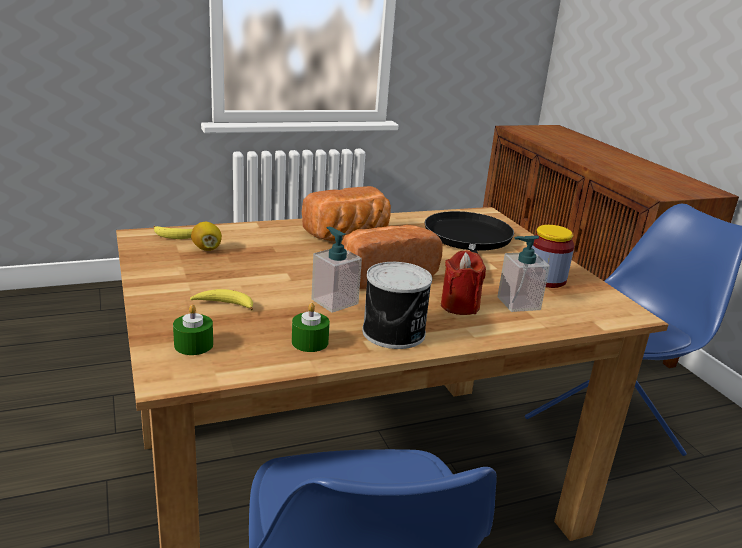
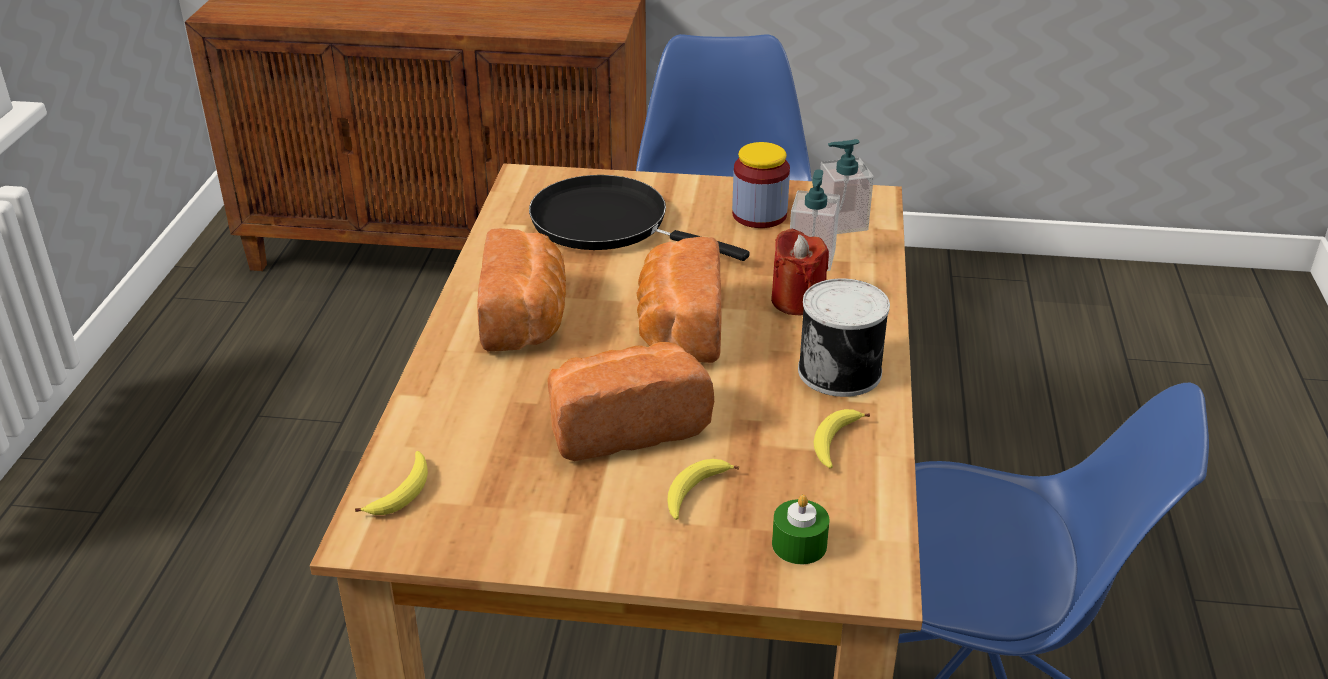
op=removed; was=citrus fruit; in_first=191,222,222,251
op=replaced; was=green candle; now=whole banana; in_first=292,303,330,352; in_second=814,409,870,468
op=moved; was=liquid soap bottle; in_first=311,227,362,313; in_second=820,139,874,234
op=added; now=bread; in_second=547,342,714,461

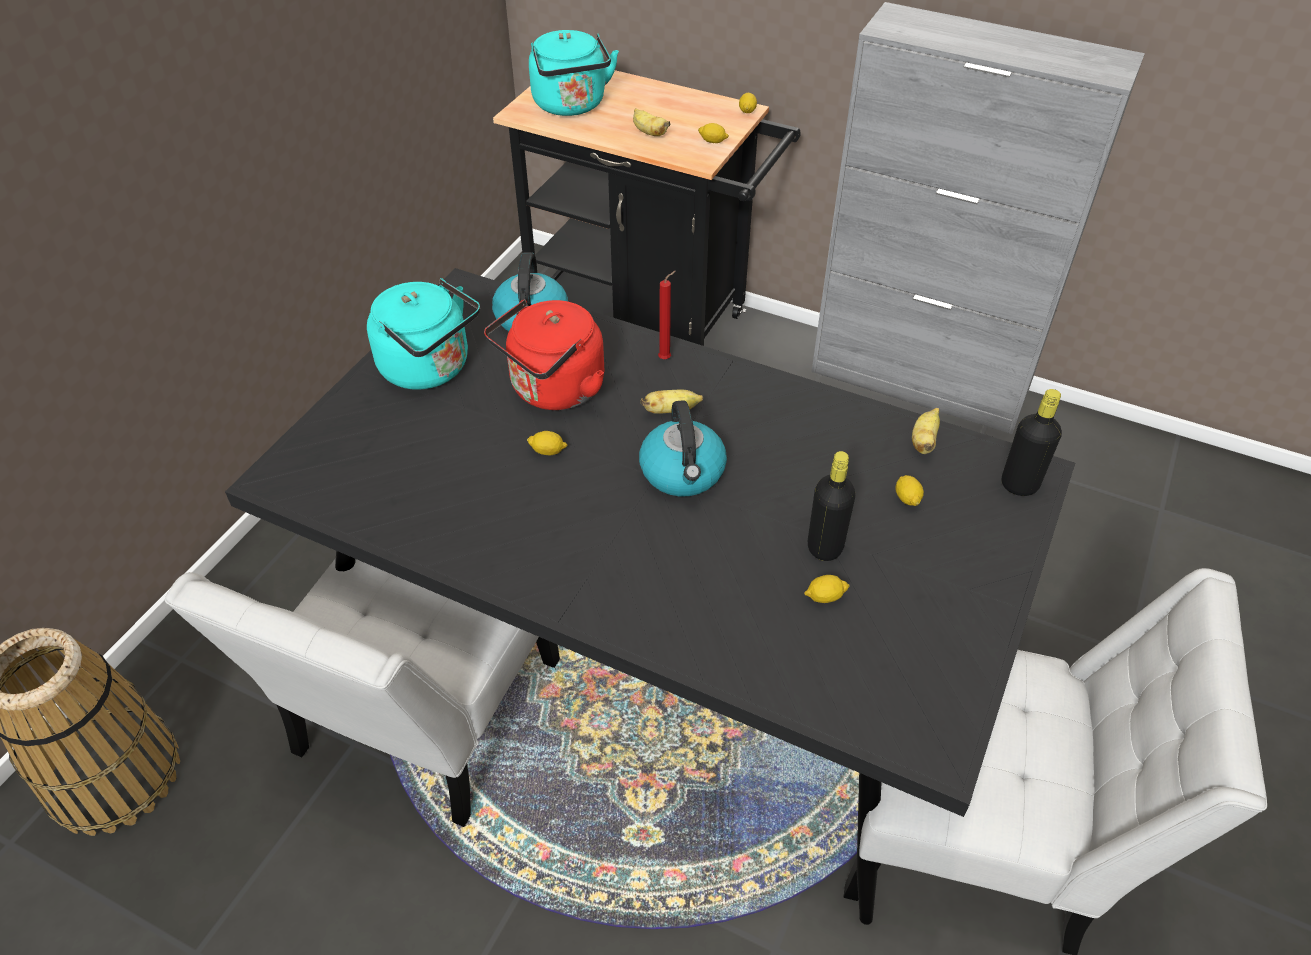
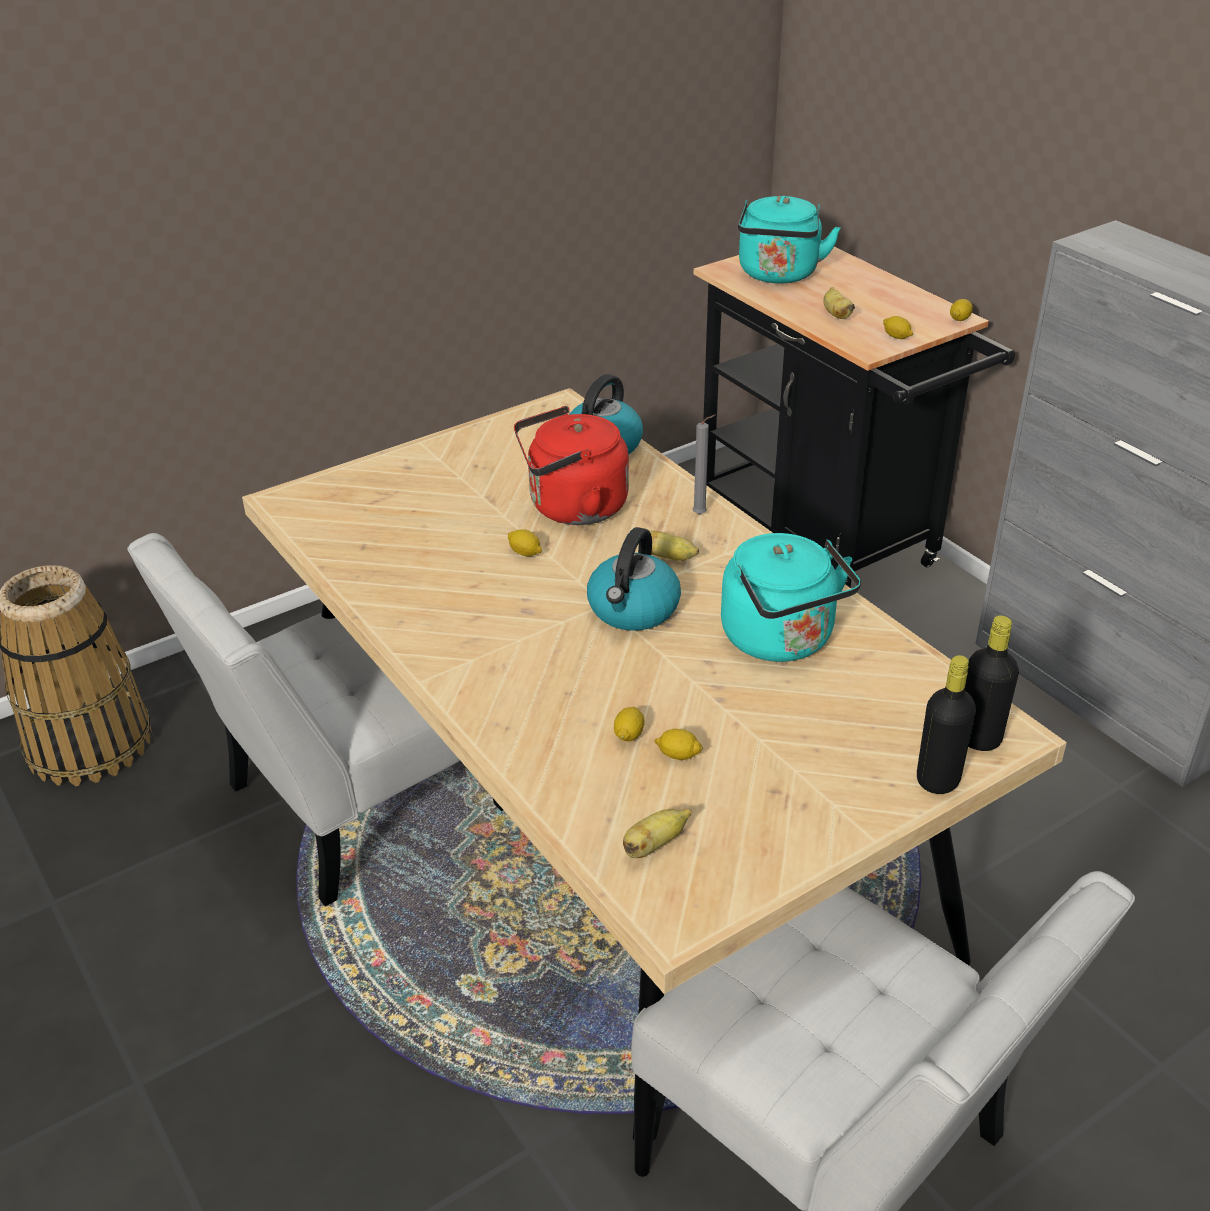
op=recoloured; was=blackish dining table; now=beige dining table; in_first=225,268,1075,925; in_second=242,388,1067,1177
op=moved; was=turquoise-coloured tea kettle; in_first=367,278,480,390; in_second=721,533,861,662
op=recoloured; was=reddish candle; now=grey candle; in_first=658,271,676,359; in_second=693,415,715,515
op=moved; was=blackish drink bottle; in_first=808,451,855,561; in_second=917,655,976,794
op=moved; was=citrus fruit; in_first=895,475,924,506; in_second=614,707,644,741
op=moved; was=whole banana; in_first=912,408,940,454; in_second=623,809,691,858

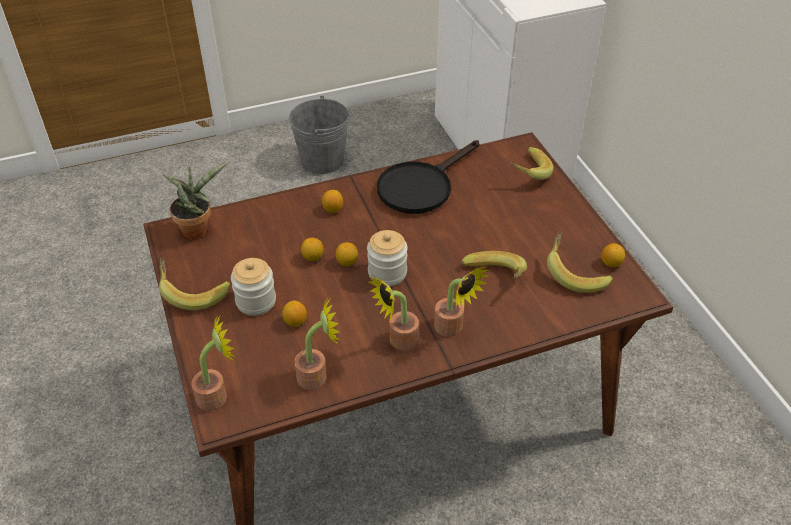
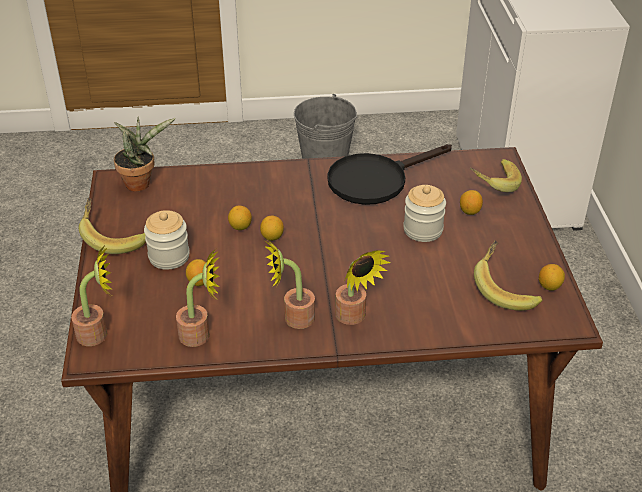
op=moved; was=citrus fruit; in_first=322,190,343,213; in_second=460,190,483,215
op=moved; was=preserve jar; in_first=367,230,408,286; in_second=403,185,446,242
op=removed; was=whole banana; in_first=461,251,527,279

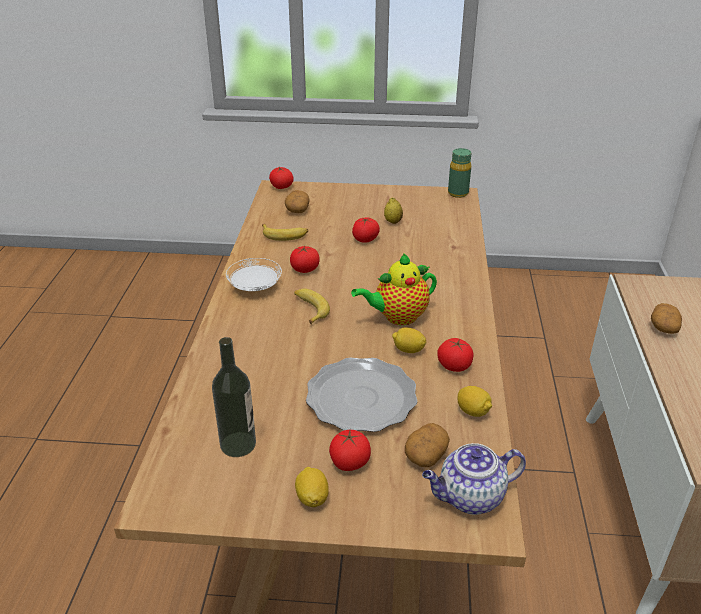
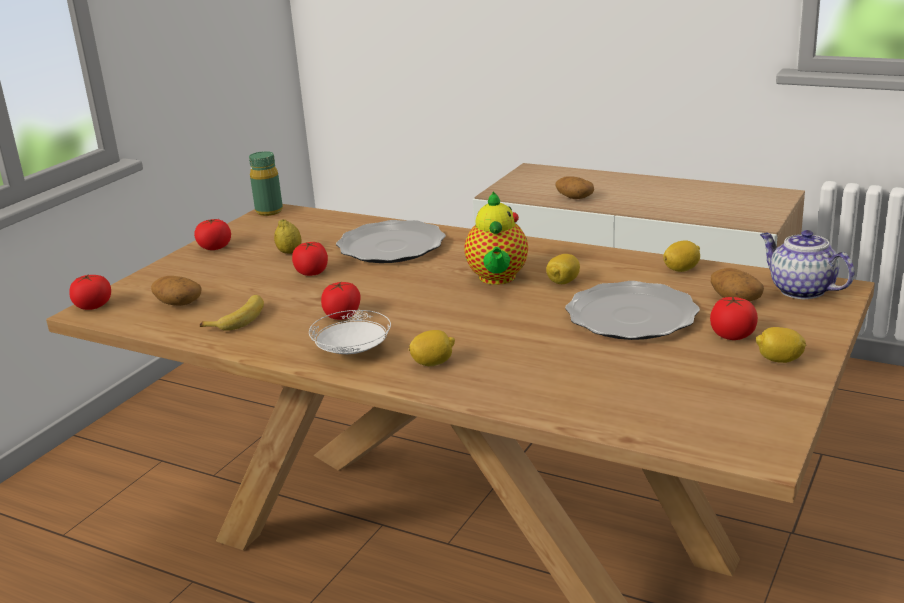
op=removed; was=drink bottle; in_first=212,337,256,457
op=removed; was=whole banana; in_first=294,288,330,324
op=turned; was=teapot; in_first=422,443,526,515; in_second=760,230,855,299; clockwise=135
op=moved; was=fresh tomato; in_first=437,338,474,372; in_second=194,219,231,250
op=added; now=dinner plate; in_second=336,220,446,263
op=added; now=citrus fruit; in_second=409,330,455,366

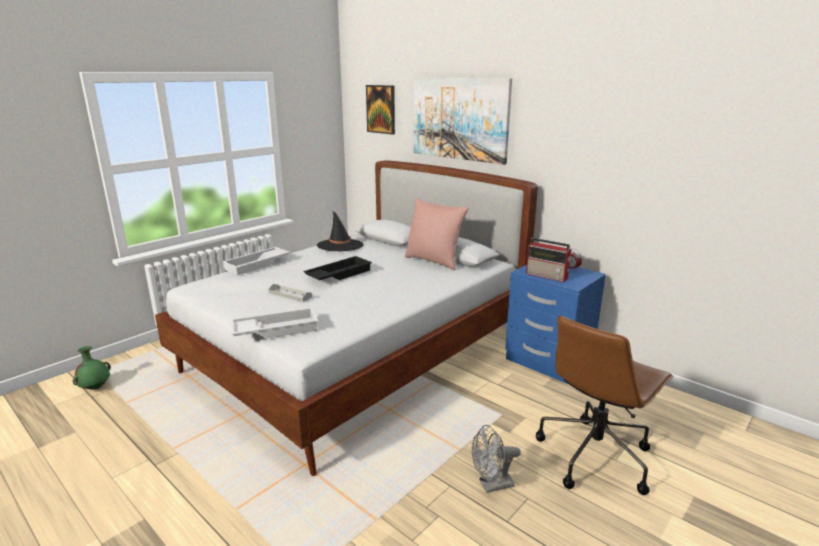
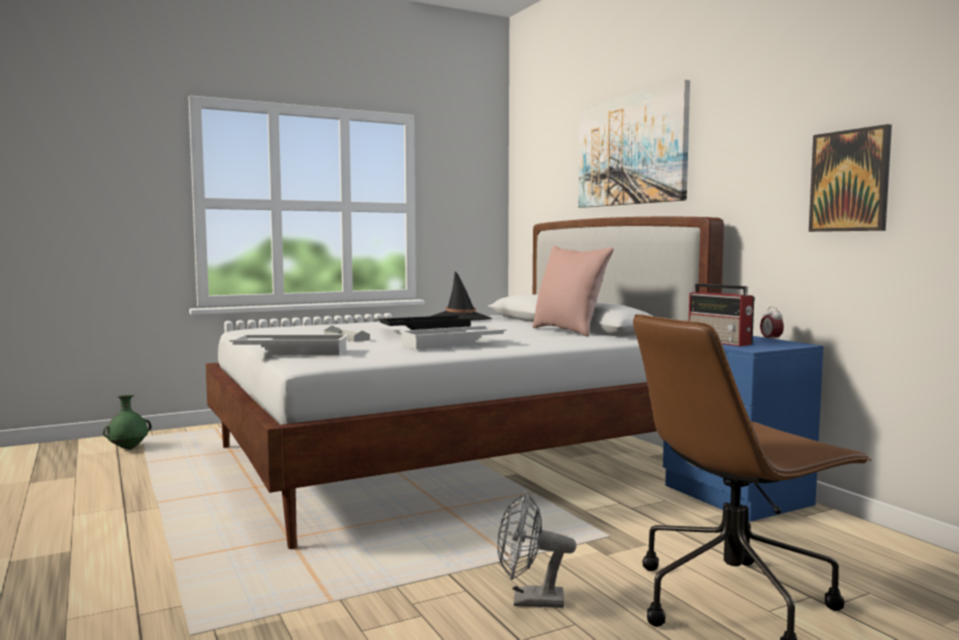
op=moved; was=whitish tray; in_first=222,247,290,275; in_second=399,326,507,350
op=moved; was=picture; in_first=366,85,395,134; in_second=809,124,892,232

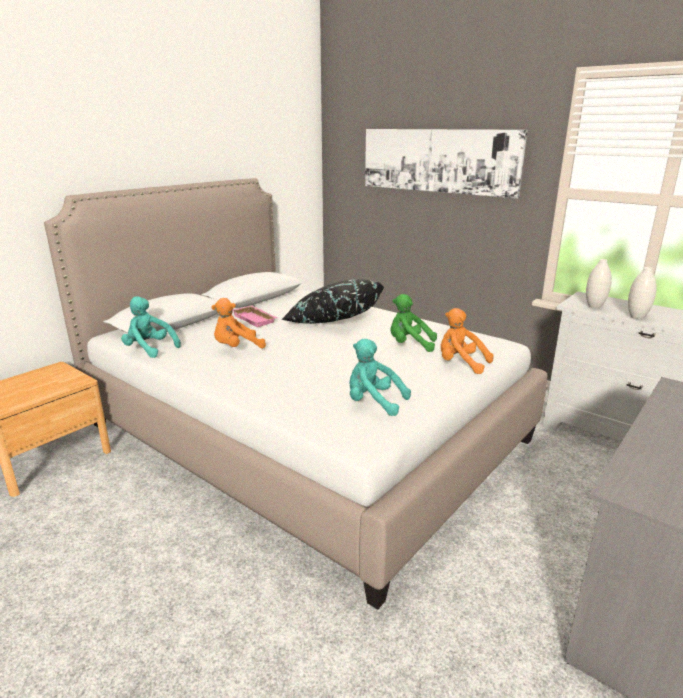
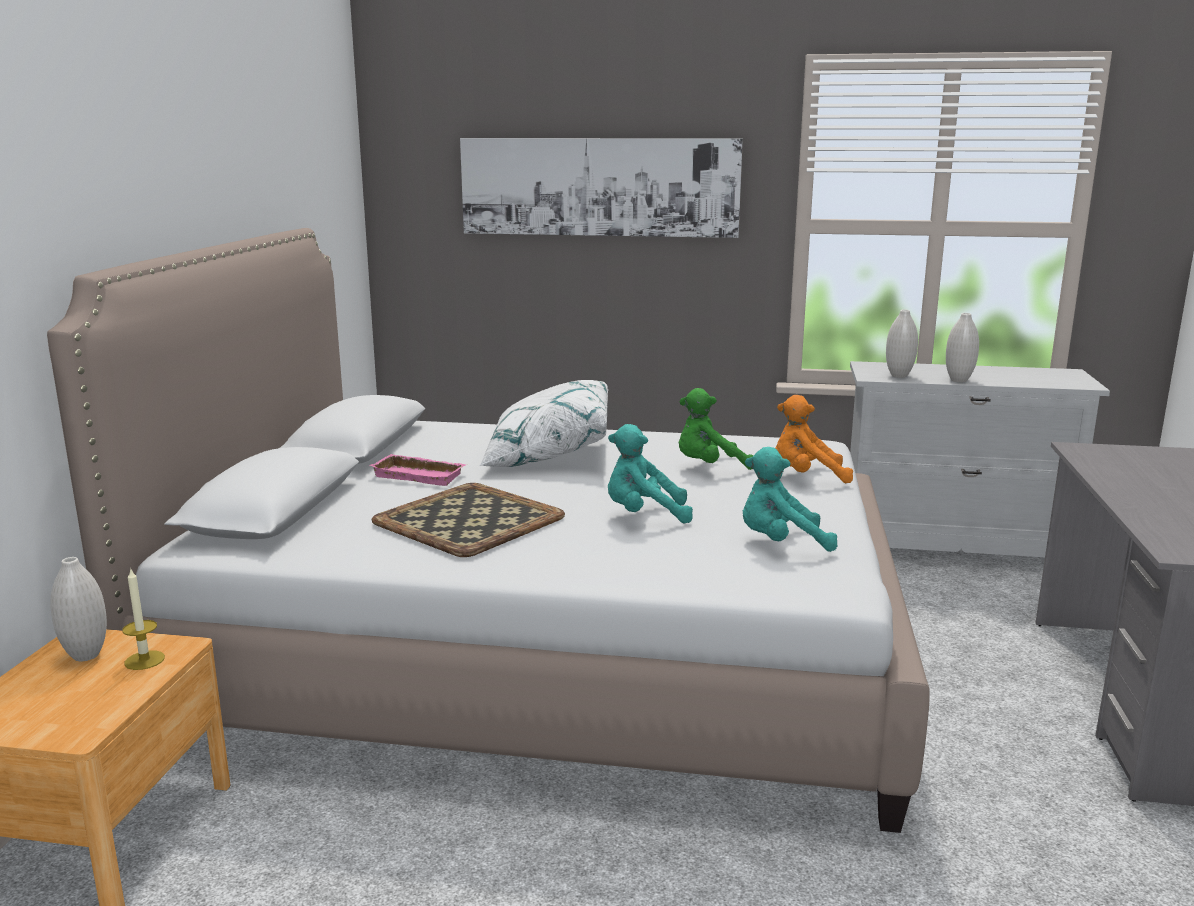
op=moved; was=turquoise-coloured soft toy; in_first=121,296,181,358; in_second=608,424,693,524
op=replaced; was=orange soft toy; now=tray; in_first=211,298,266,349; in_second=372,483,565,557
op=recoloured; was=blackish cushion; now=whitish cushion; in_first=281,279,384,324; in_second=479,380,608,467
op=added; now=whitish vase; in_second=50,557,107,661
op=added; now=candle; in_second=122,569,165,670

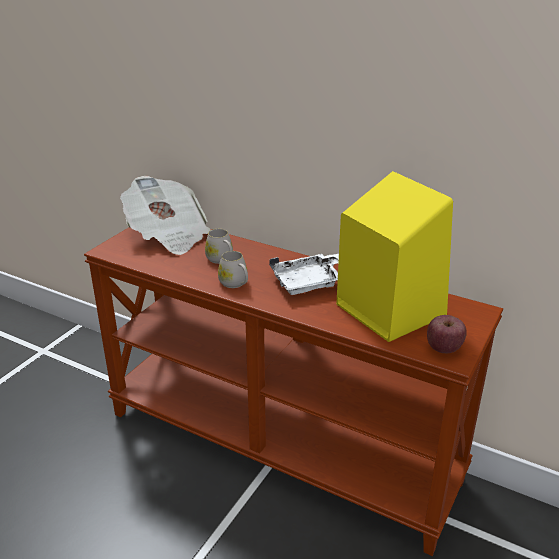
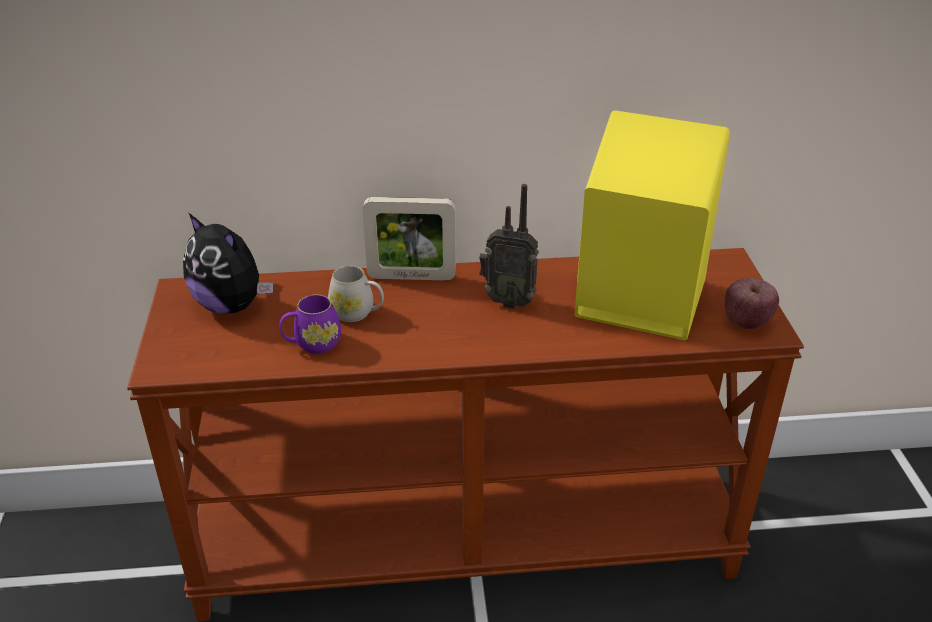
op=replaced; was=daily paper; now=soft toy; in_first=120,176,211,255; in_second=183,213,273,314
op=removed; was=whitish coffee mug; in_first=218,251,248,288
op=replaced; was=whitish tray; now=radio set; in_first=269,254,339,295; in_second=479,184,539,309
op=added; now=purple-coloured coffee mug; in_second=279,295,341,354
op=added; now=picture frame; in_second=362,197,456,280

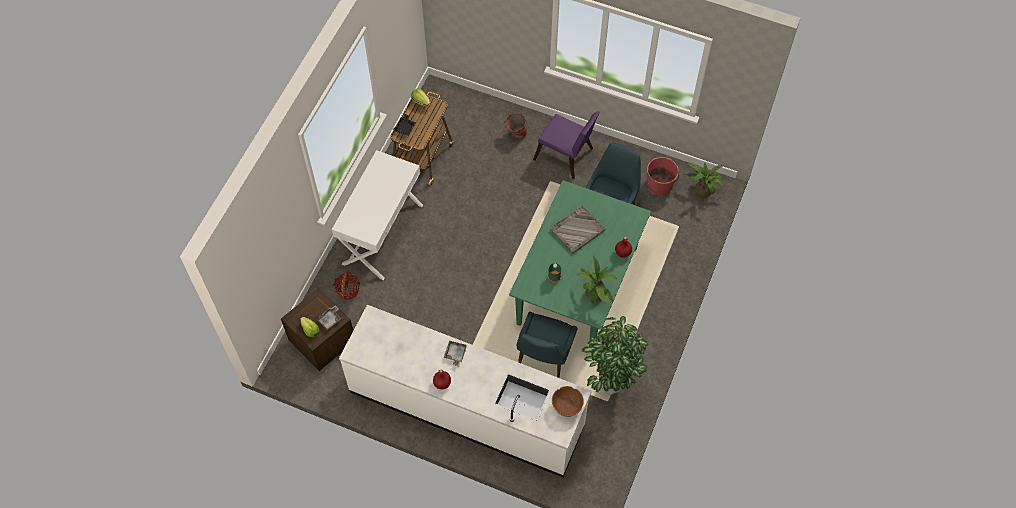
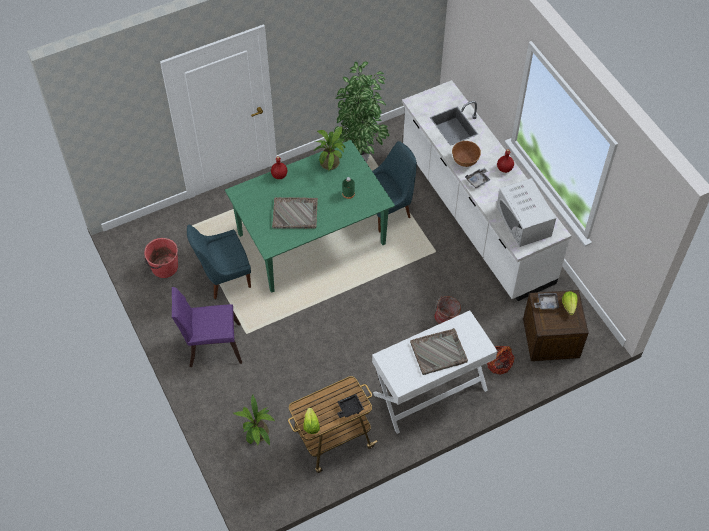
op=moved; was=water bucket; in_first=504,113,527,139; in_second=434,296,461,324
op=turned; was=purple-coloured upright chair; in_first=533,111,600,179; in_second=172,287,242,367; clockwise=-75
op=moved; was=brownish deep dish; in_first=552,386,584,417; in_second=452,141,481,167
op=moved; was=houseplant; in_first=683,162,726,199; in_second=234,395,275,446
op=added; now=grey tray; in_second=410,328,468,375
op=added; now=whitish kitchen microwave; in_second=497,178,556,247

